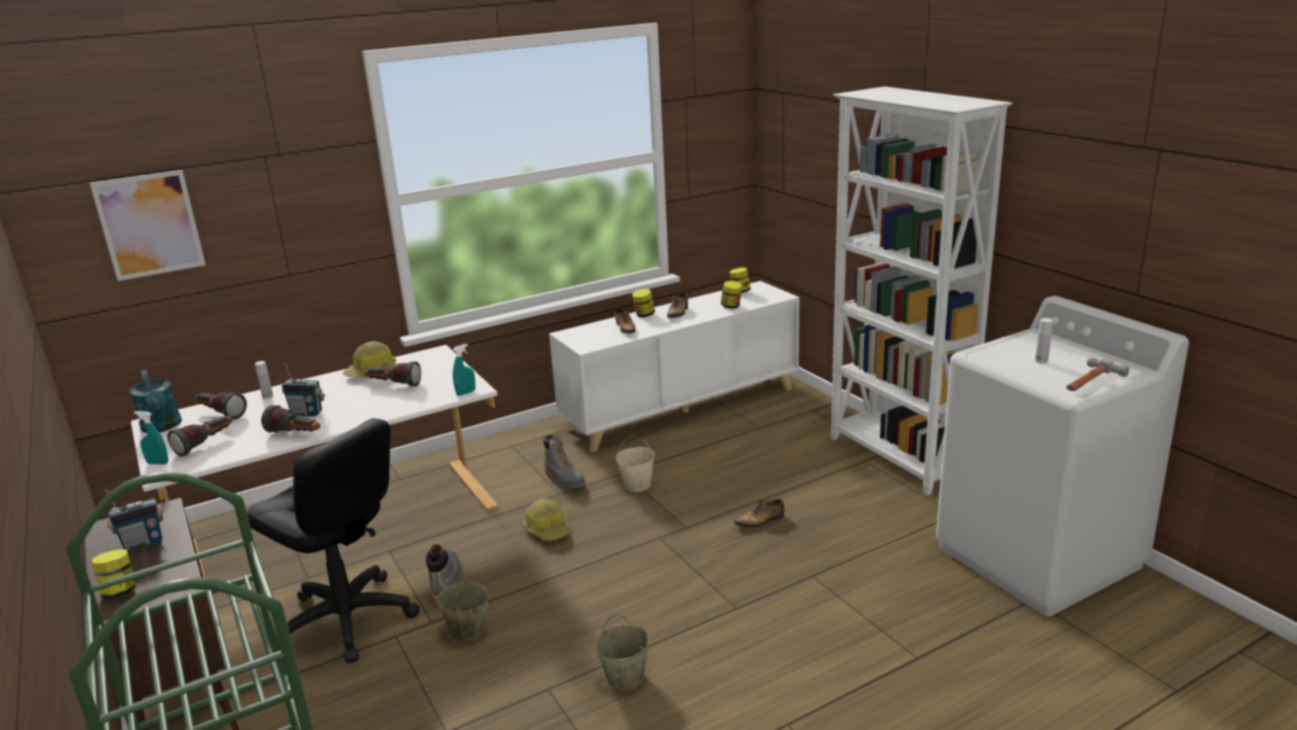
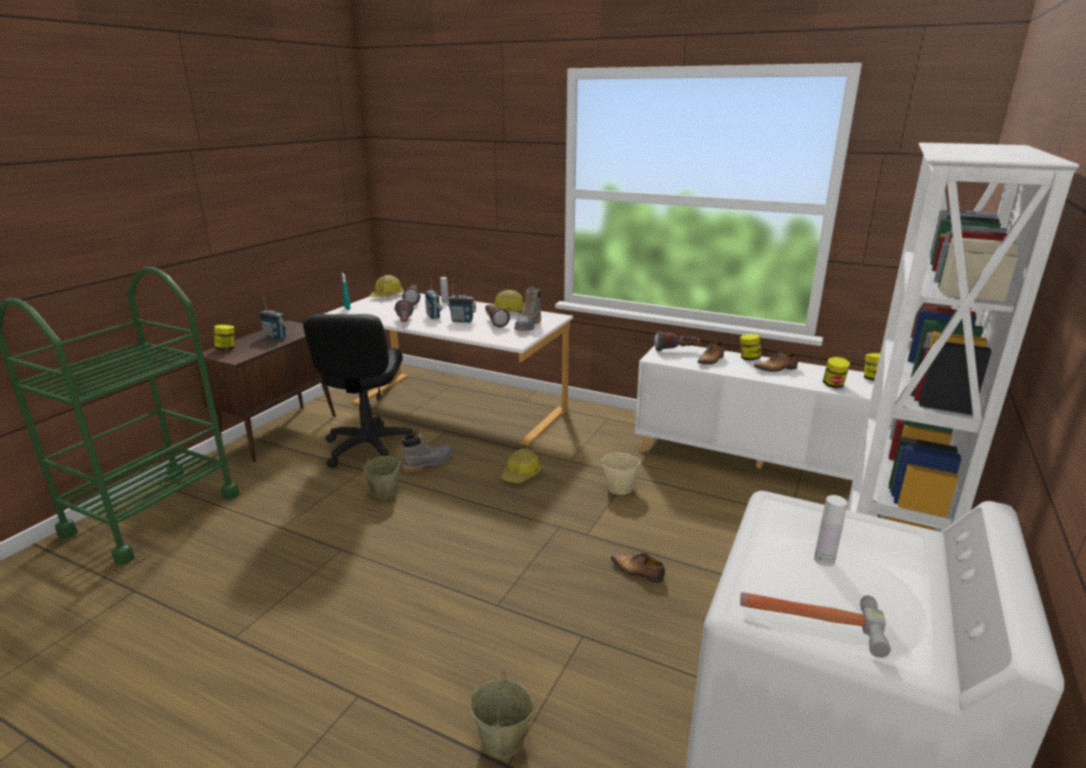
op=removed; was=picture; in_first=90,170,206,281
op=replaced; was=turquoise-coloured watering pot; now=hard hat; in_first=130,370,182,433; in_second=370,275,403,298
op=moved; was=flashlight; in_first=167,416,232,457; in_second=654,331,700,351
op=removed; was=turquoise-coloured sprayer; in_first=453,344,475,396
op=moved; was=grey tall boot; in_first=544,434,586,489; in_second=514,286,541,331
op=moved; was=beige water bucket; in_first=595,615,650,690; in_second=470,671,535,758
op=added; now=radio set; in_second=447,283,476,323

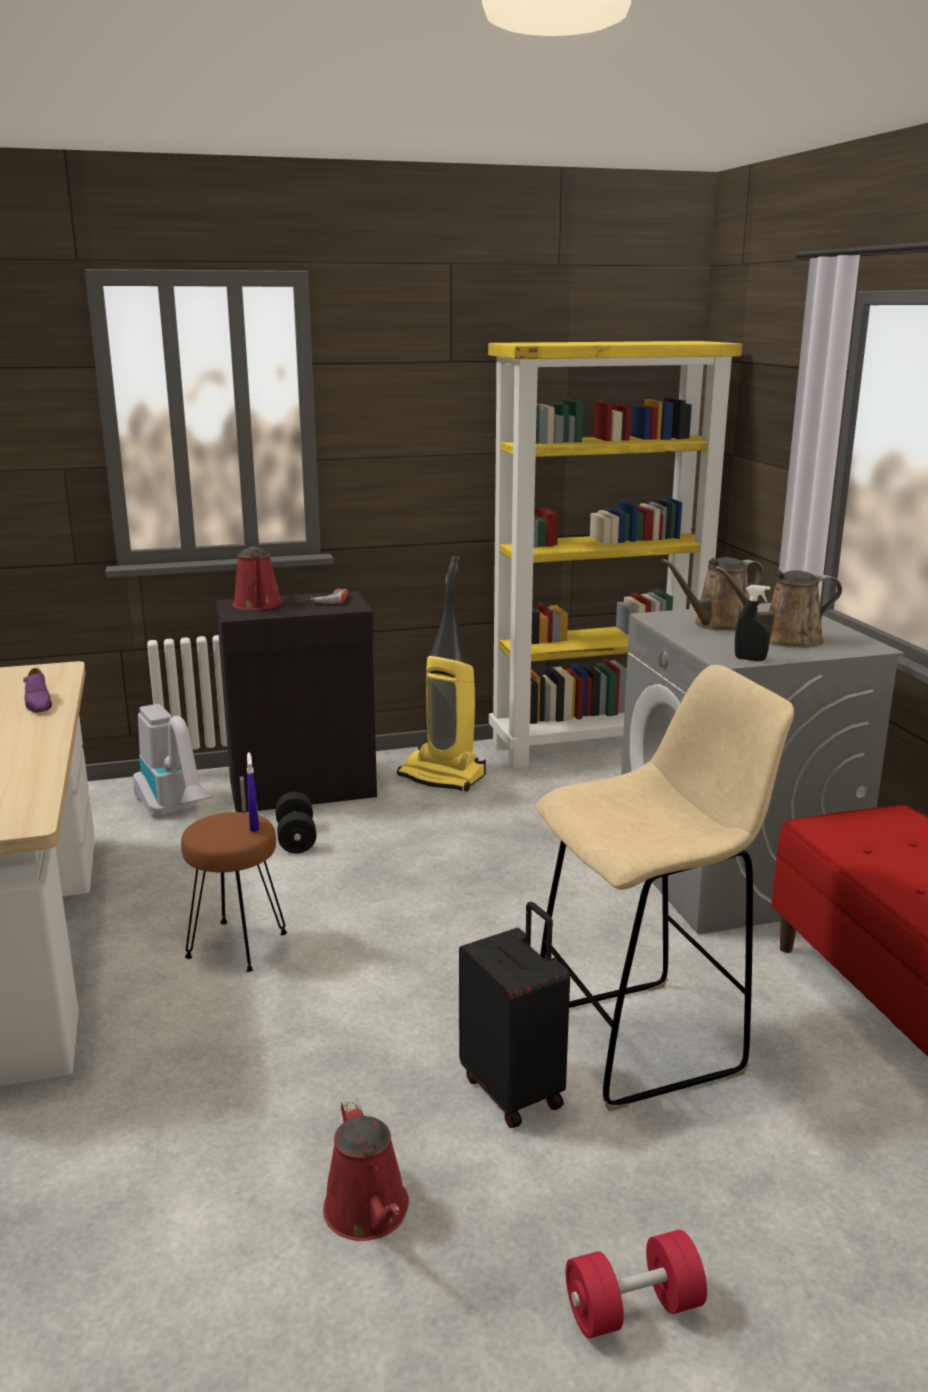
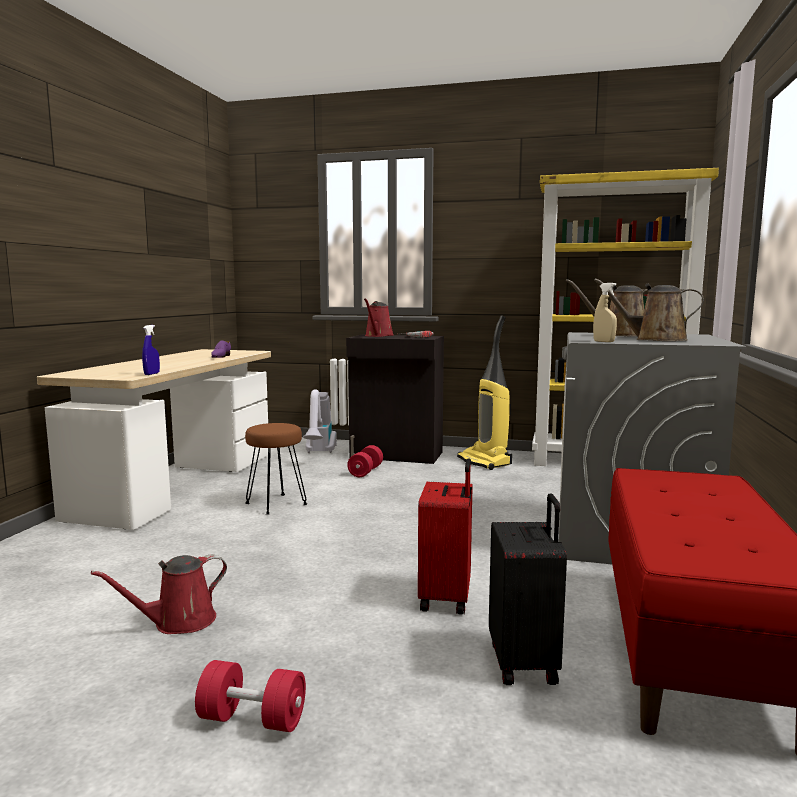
op=moved; was=blue-coloured sprayer; in_first=247,752,259,832; in_second=142,325,160,375
op=recoloured; was=blackish hand weight; now=reddish hand weight; in_first=275,792,317,853; in_second=347,445,383,477
op=turned; was=reddish watering pot; in_first=323,1098,409,1241; in_second=91,555,227,634; clockwise=45
op=moved; was=blackish piece of luggage; in_first=459,902,570,1128; in_second=489,493,567,685
op=replaced; was=beige sitting stool; now=reddish piece of luggage; in_first=535,665,794,1111; in_second=418,458,473,615
op=recoloured; was=blackish sprayer; now=beige sprayer; in_first=735,585,770,661; in_second=593,283,617,342

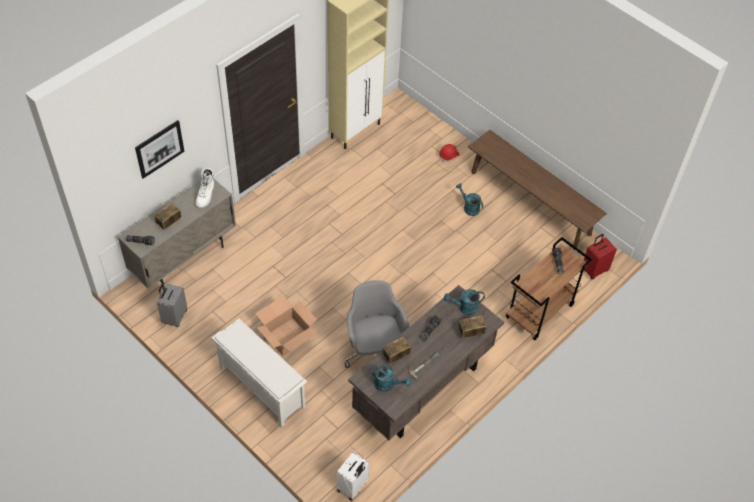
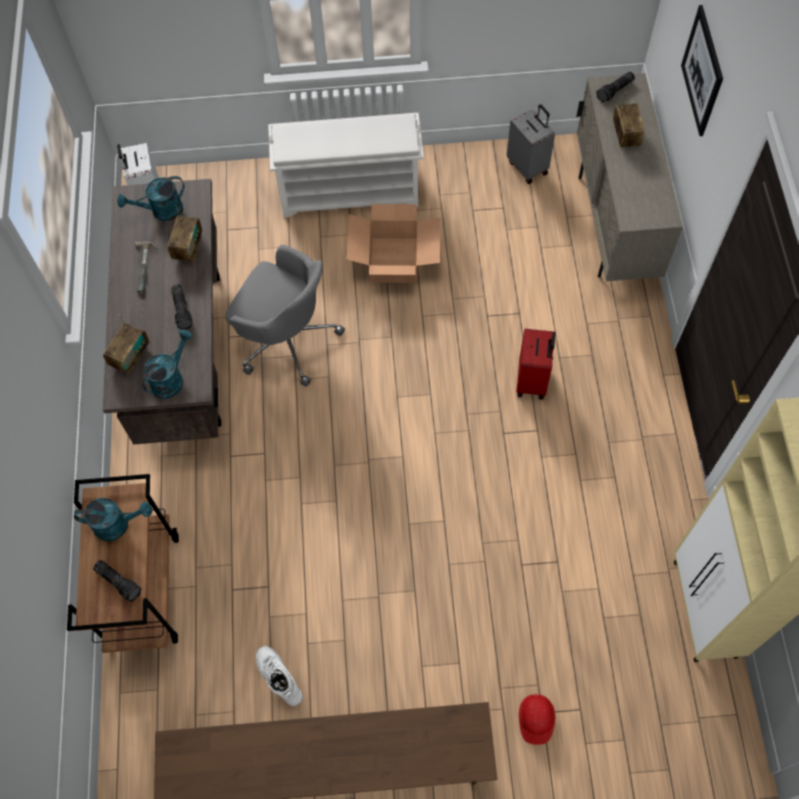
op=moved; was=whitish tall boot; in_first=196,168,214,208; in_second=256,646,303,706
op=moved; was=turquoise-coloured watering pot; in_first=456,183,483,216; in_second=74,498,152,541
op=moved; was=reddish piece of luggage; in_first=584,234,617,279; in_second=516,329,555,400

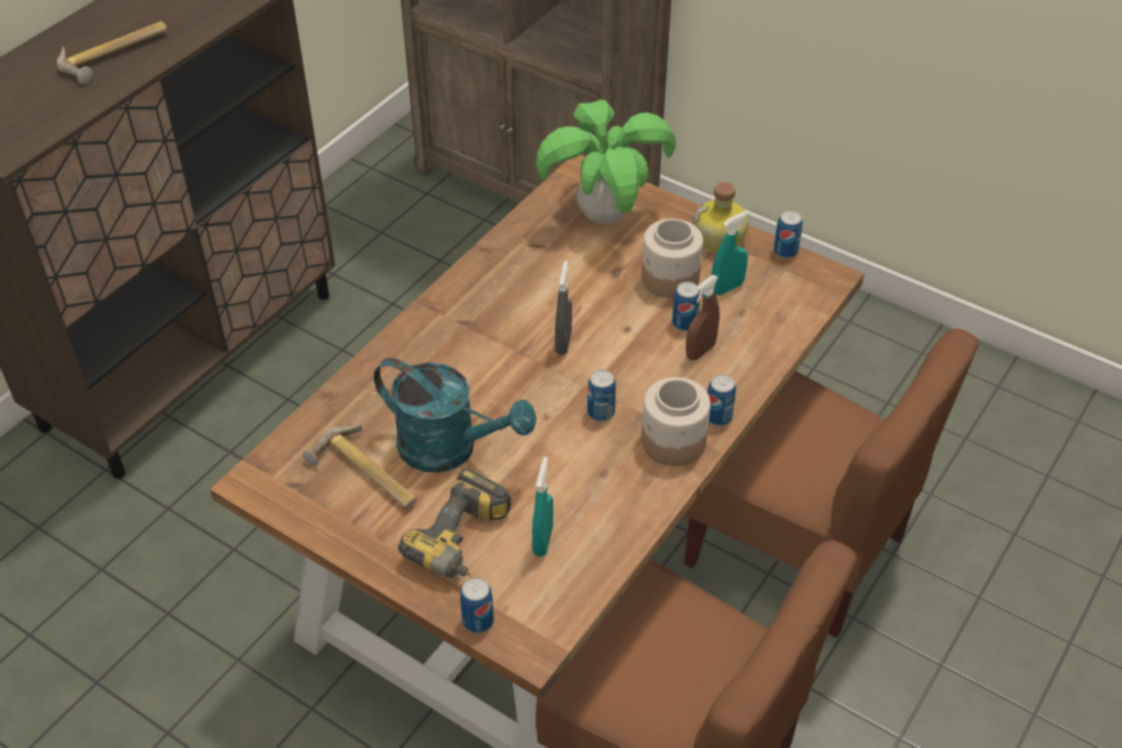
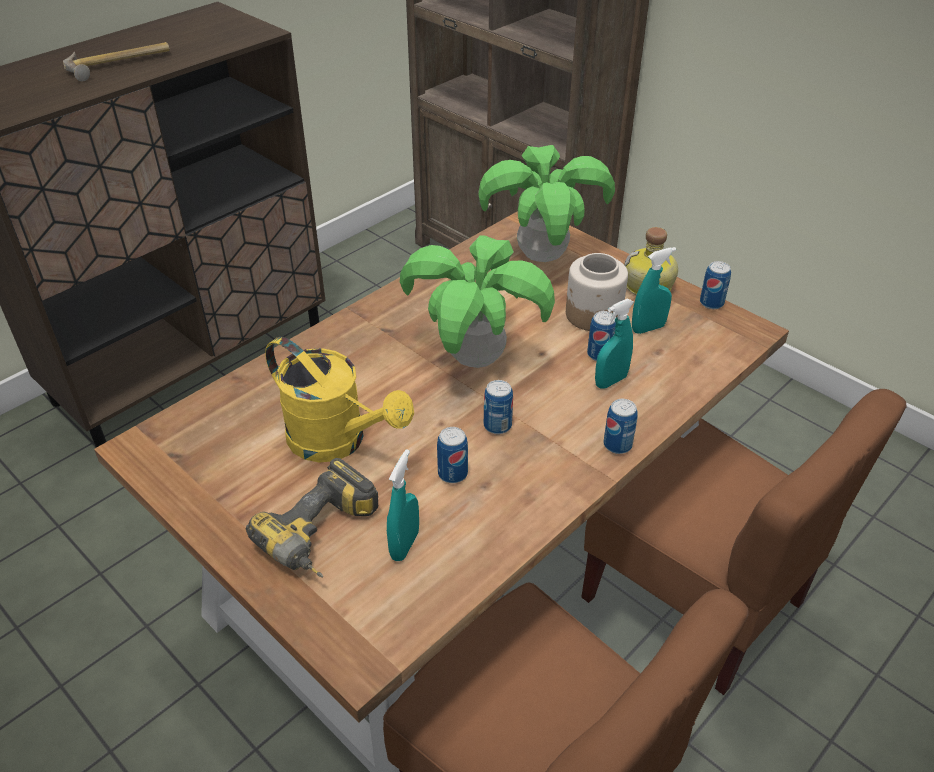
op=removed; was=hand hammer; in_first=302,424,417,509
op=recoloured; was=turquoise-coloured watering pot; now=yellowish watering pot; in_first=374,358,536,473; in_second=265,337,414,463
op=moved; was=sealed can; in_first=460,578,494,633; in_second=437,427,468,483
op=replaced; was=grey sprayer; now=houseplant; in_first=555,261,572,355; in_second=400,235,555,368
op=removed; was=preserve jar; in_first=641,377,711,466
op=recoloured; was=brownish sprayer; now=turquoise-coloured sprayer; in_first=686,275,720,360; in_second=595,299,634,389

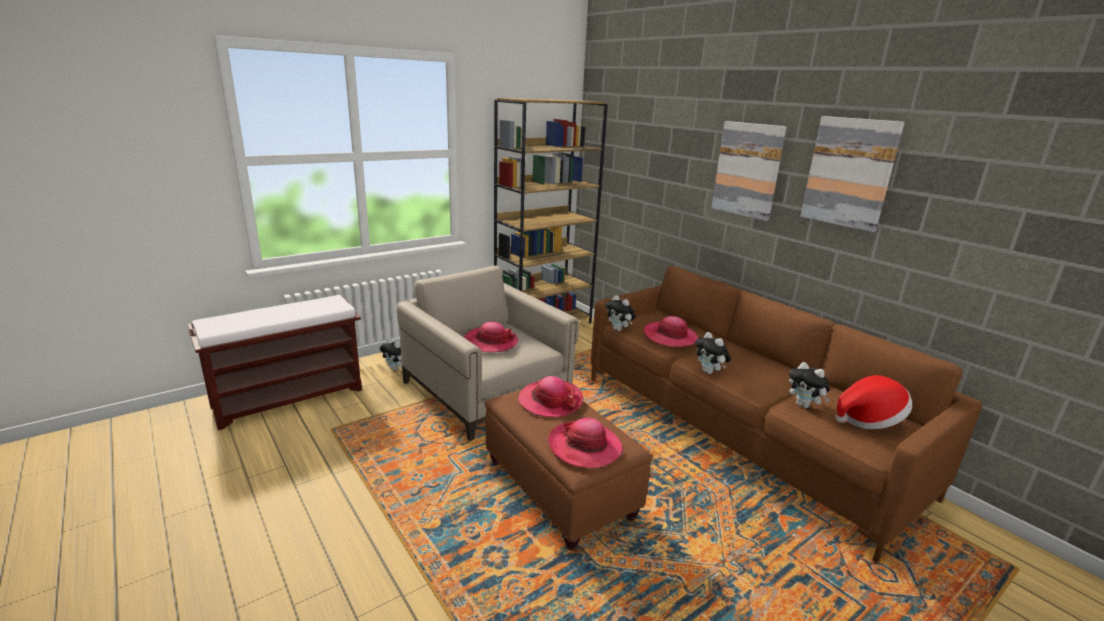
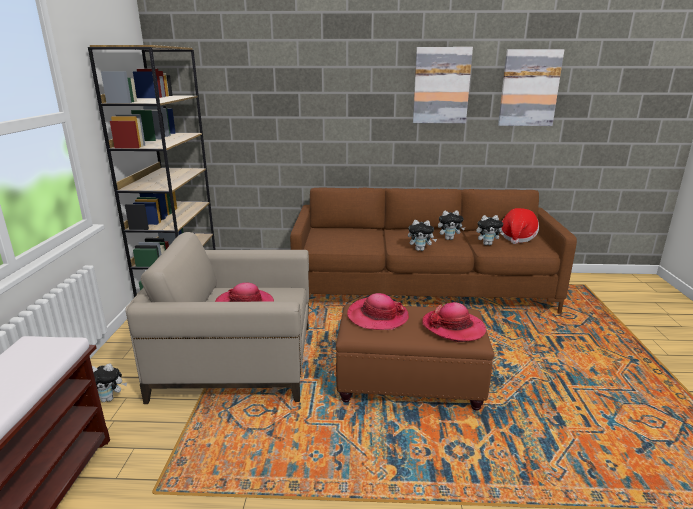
op=moved; was=soft toy; in_first=605,295,636,331; in_second=438,211,465,240
op=removed; was=clothing hat; in_first=644,316,698,347
op=moved; was=picture; in_first=712,121,787,221; in_second=498,49,564,126

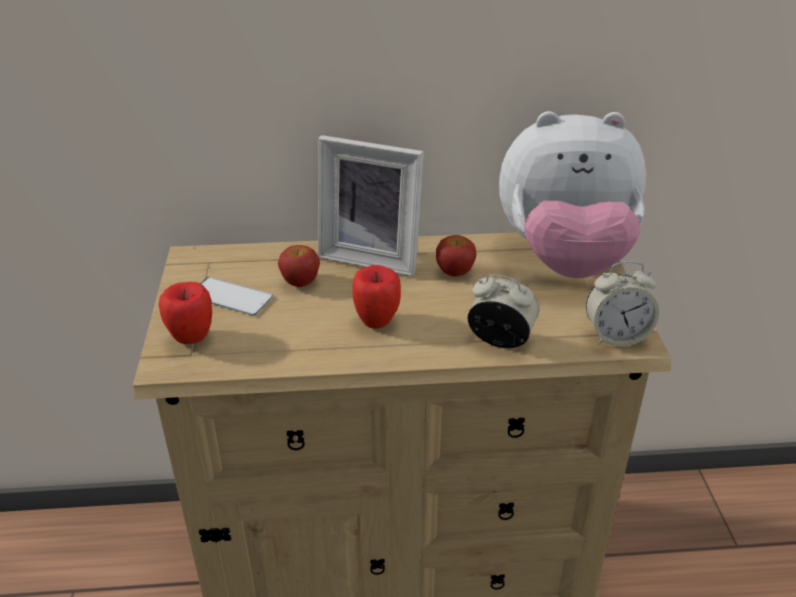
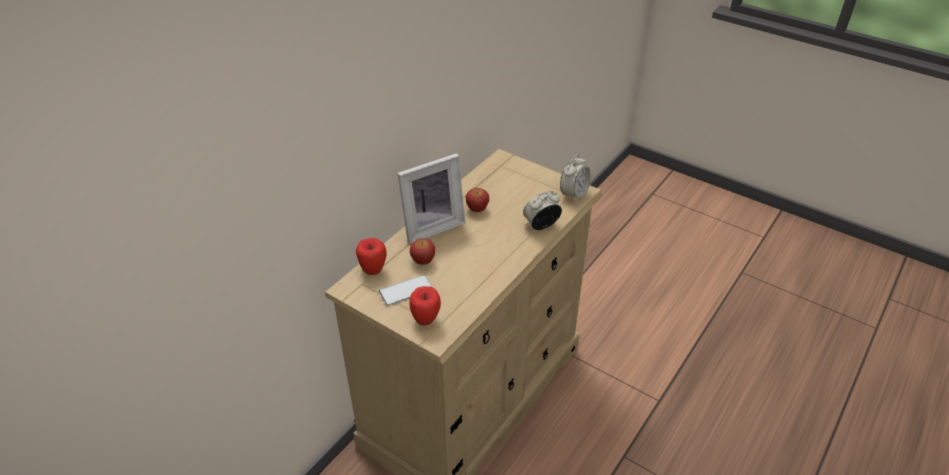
op=moved; was=apple; in_first=352,265,401,328; in_second=356,238,387,275
op=removed; was=soft toy; in_first=499,111,646,278

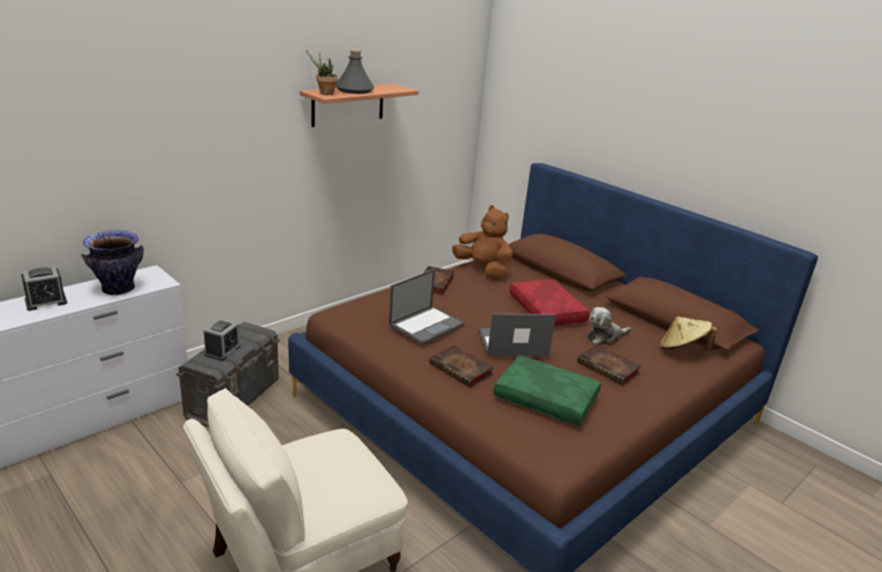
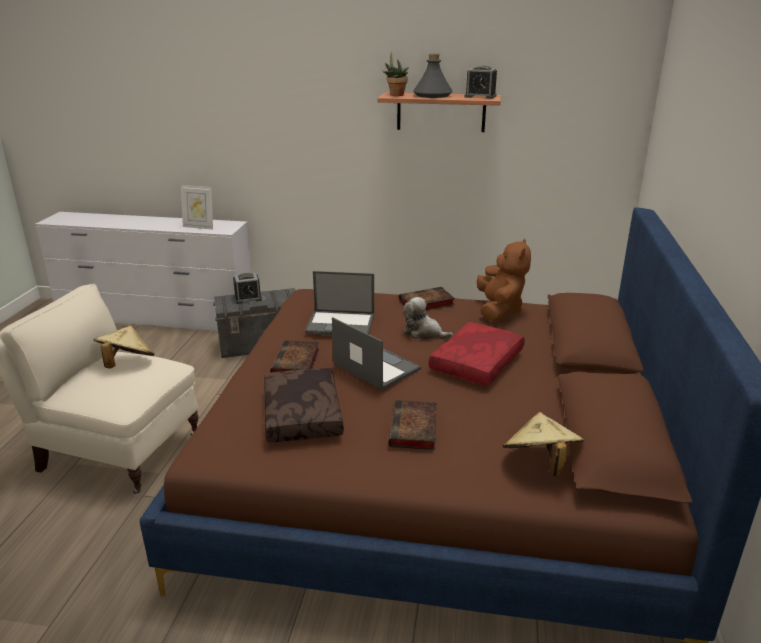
op=moved; was=alarm clock; in_first=21,266,67,311; in_second=464,66,497,99
op=replaced; was=vase; now=picture frame; in_first=81,230,144,295; in_second=181,185,213,230
op=recoloured; was=green cushion; now=brownish cushion; in_first=493,355,601,426; in_second=264,368,344,442
op=moved; was=soft toy; in_first=587,307,631,345; in_second=403,297,453,340
op=added; now=beige clothing hat; in_second=94,326,154,368

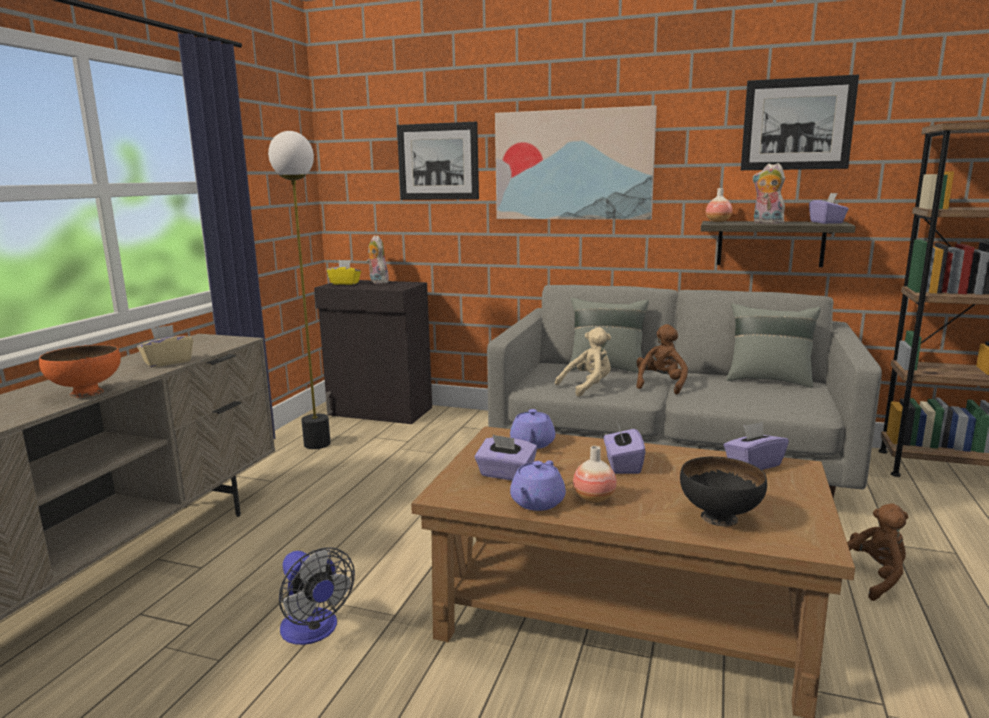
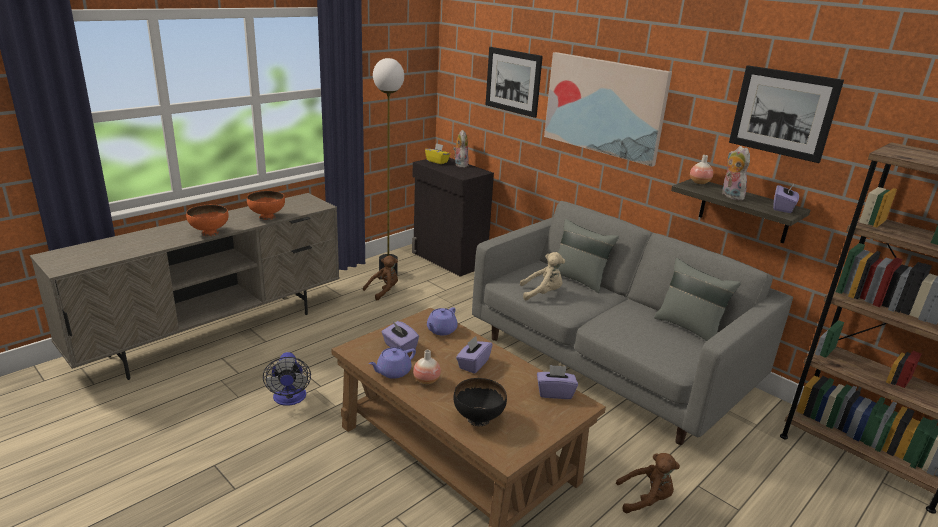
op=replaced; was=beige tissue box; now=orange deep dish; in_first=137,325,193,368; in_second=247,191,285,220
op=moved; was=brownish soft toy; in_first=636,324,688,395; in_second=363,255,398,300

